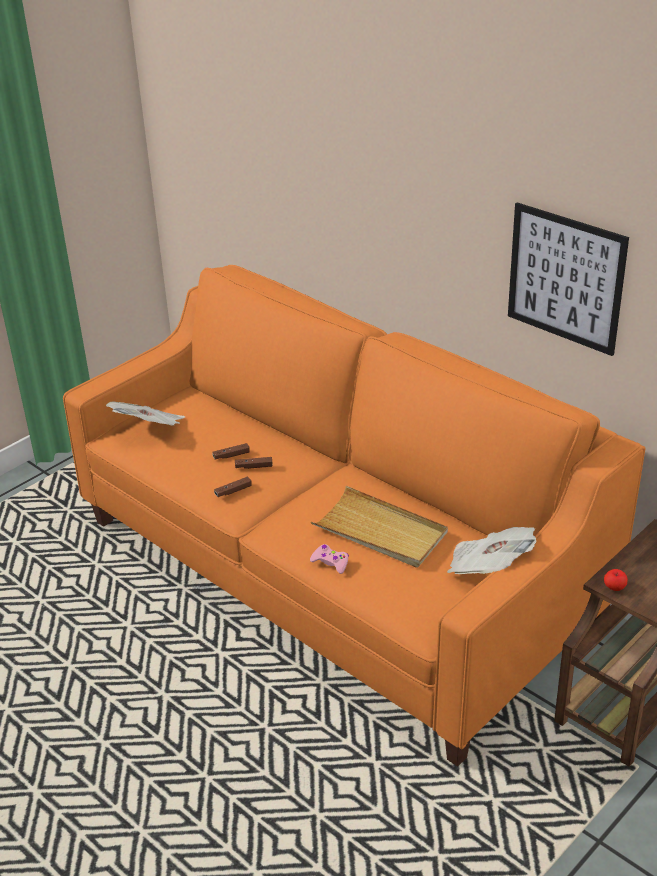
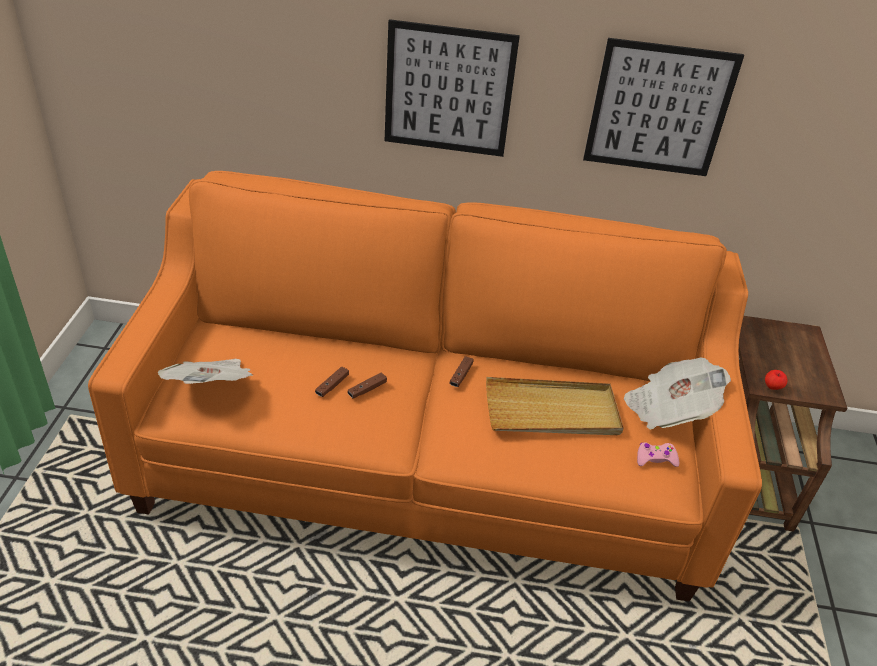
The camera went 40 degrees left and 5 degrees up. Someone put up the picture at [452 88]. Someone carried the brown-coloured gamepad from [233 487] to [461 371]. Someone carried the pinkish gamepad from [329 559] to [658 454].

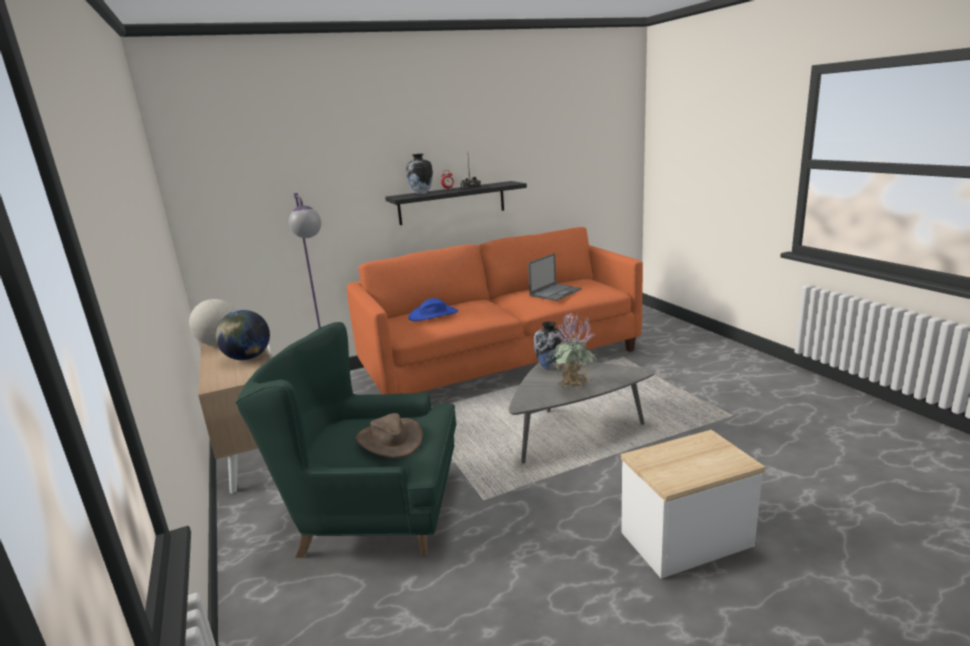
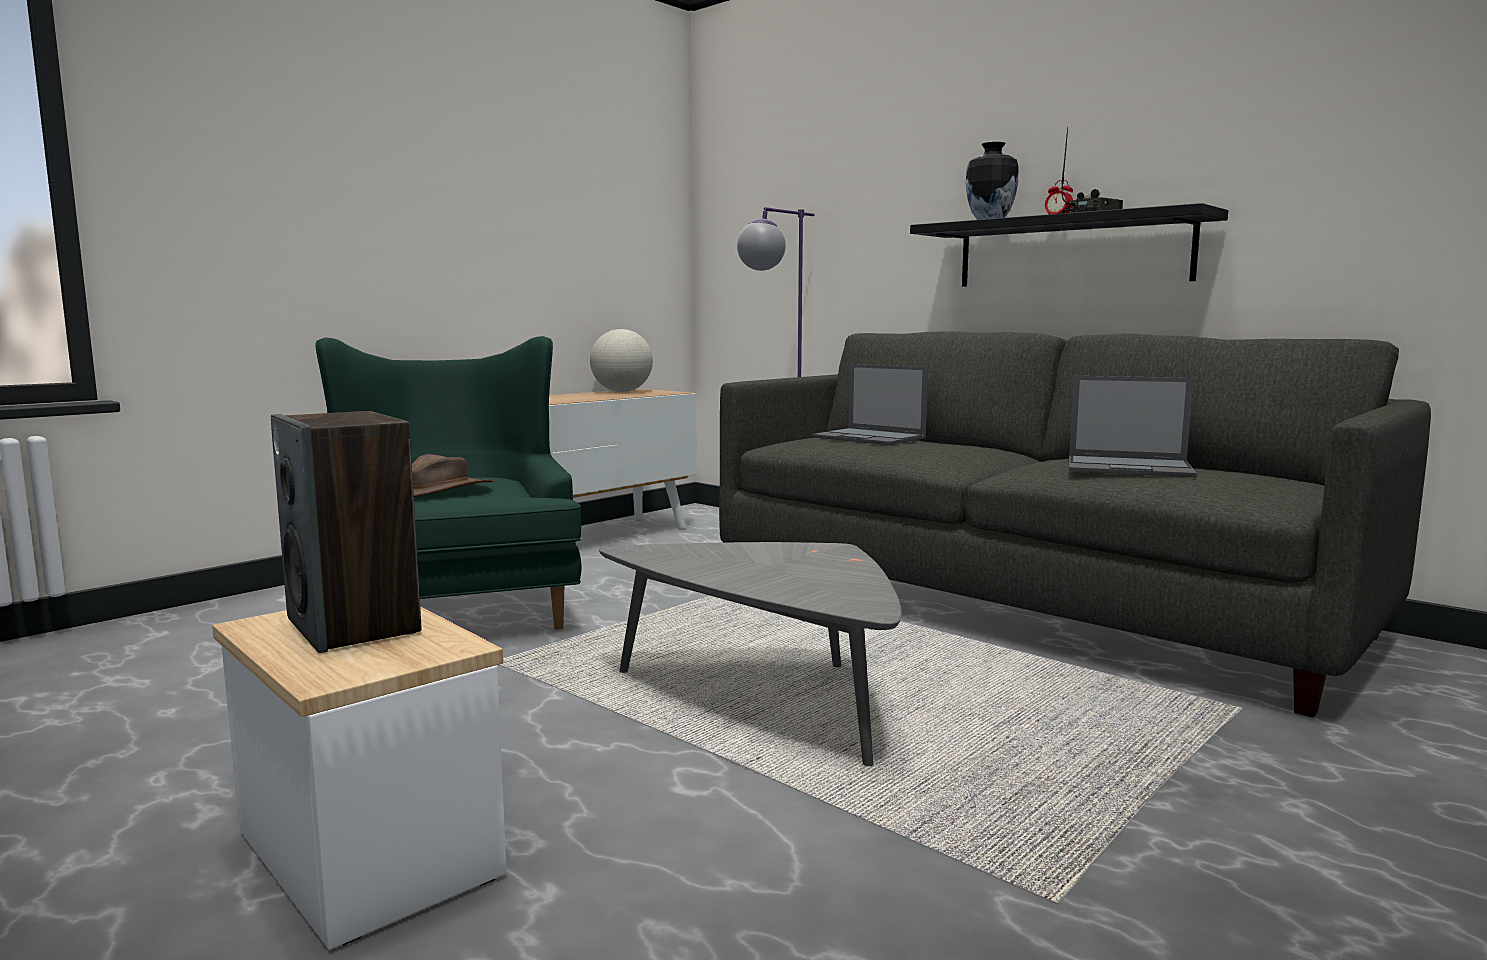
The camera went 65 degrees right and 10 degrees down. Someone took away the world globe at [242 335]. Someone took away the decorative vase at [549 345]. Someone took away the plant in a pot at [574 351]. Someone put down the audio speaker at [346 532]. Someone swapped the blue-coloured clothing hat at [433 309] for the laptop at [870 404]. Someone repainted the orangey settee at [495 310], which became the greyish settee at [1075 524].

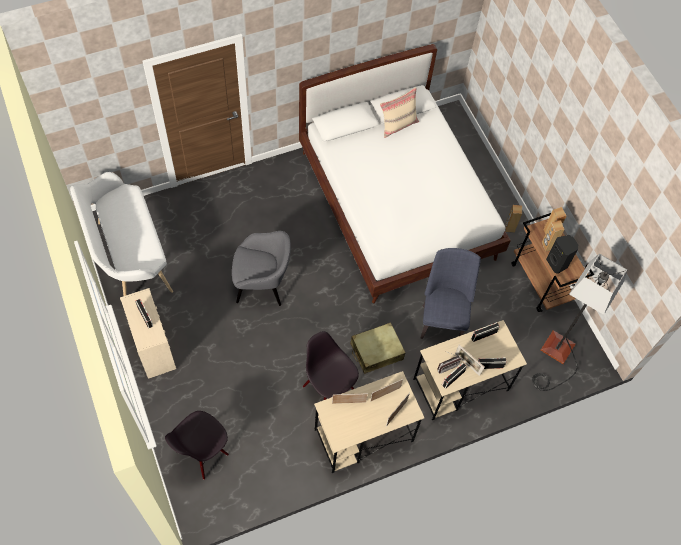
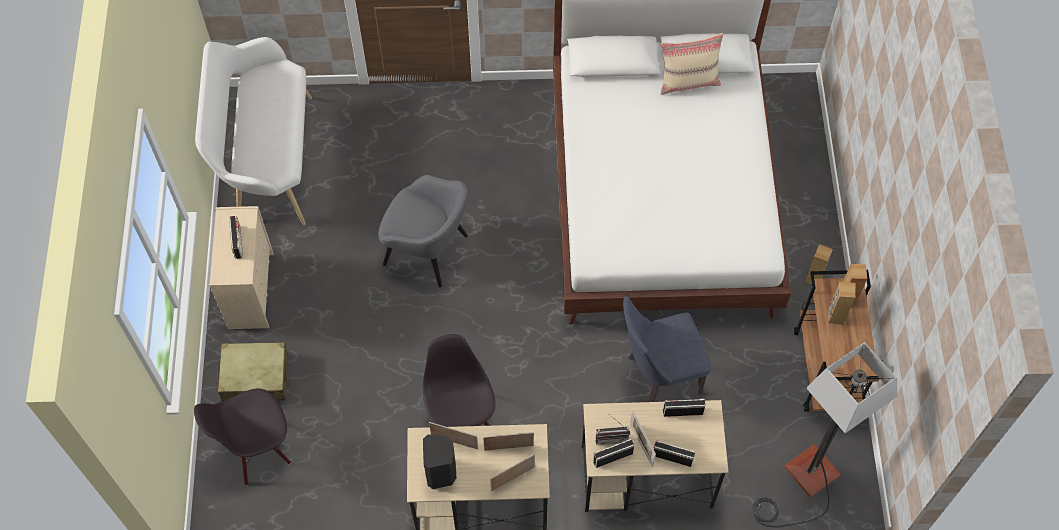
The camera went 25 degrees right and 0 degrees up. Someone carried the beige travel case from [378 348] to [252 371]. Someone carried the black audio speaker from [562 254] to [439 462]. Someone rotated the blue-coloured upright chair at [451 293] by 135 degrees counterclockwise.

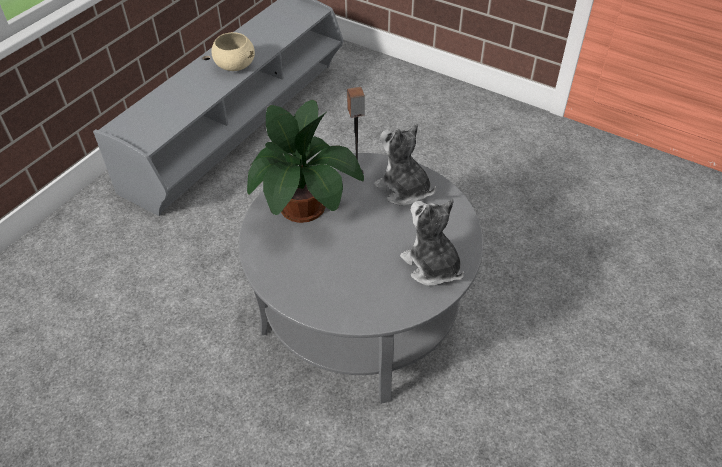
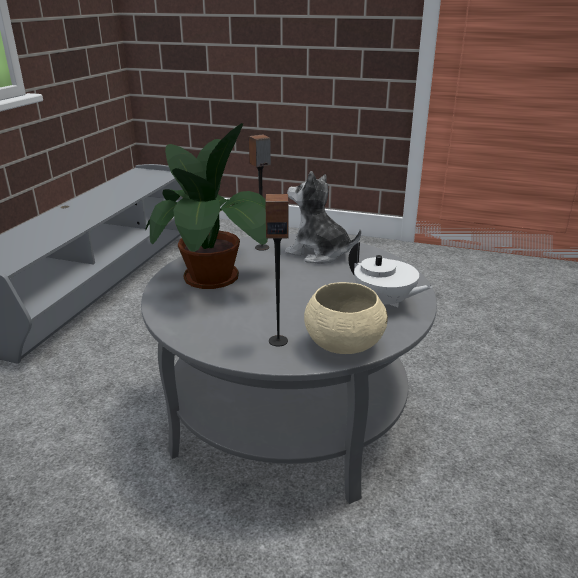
The camera went 15 degrees left and 20 degrees down. Someone put down the audio speaker at [277 270]. Someone carried the beige deep dish from [233 51] to [346 318]. Someone swapped the cuddly toy at [432 242] for the white-coloured tea pot at [391 274].

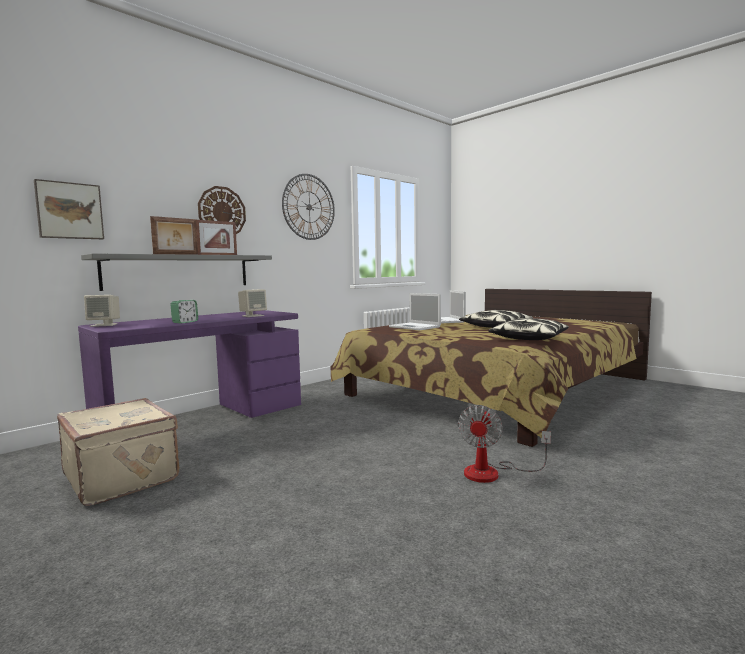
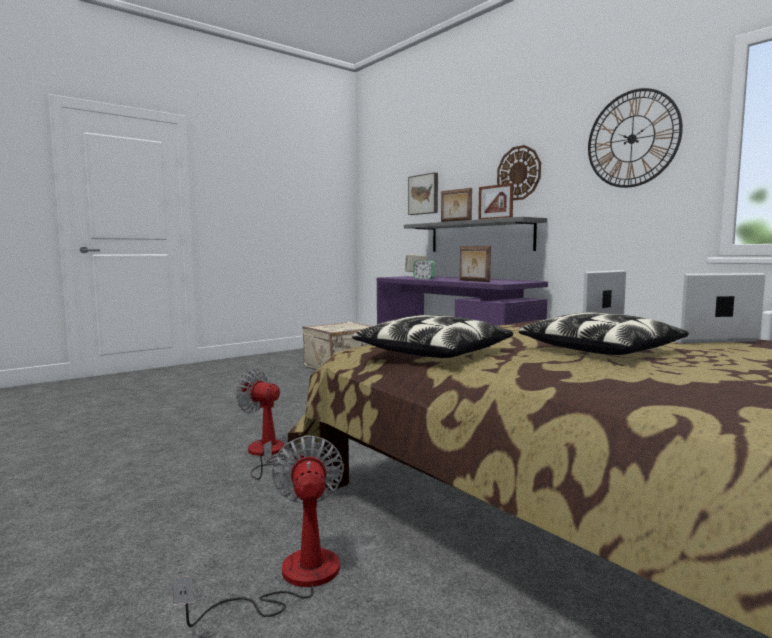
The camera went 95 degrees right and 0 degrees up. Someone put down the cooling fan at [258 531]. Someone swapped the beige audio speaker at [252 303] for the picture frame at [475 264].

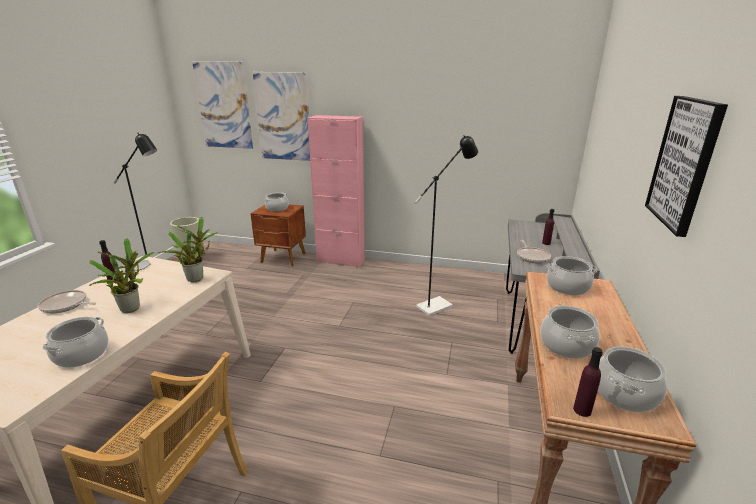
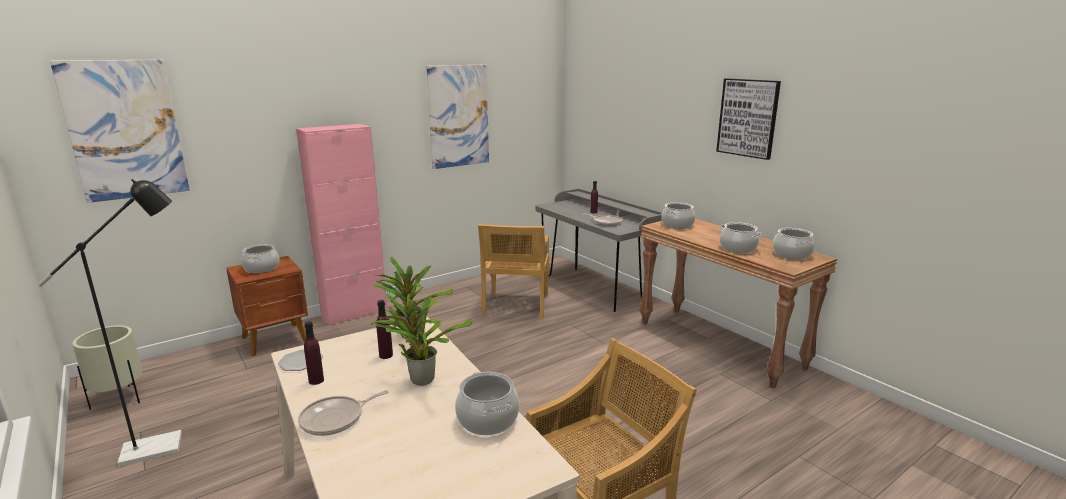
The camera went 50 degrees left and 5 degrees down. Someone carried the picture from [281 116] to [457 117]. Someone carried the purplish beverage bottle from [588 382] to [384 329]. Someone swapped the black floor lamp at [446 225] for the beige upright chair at [513 271].

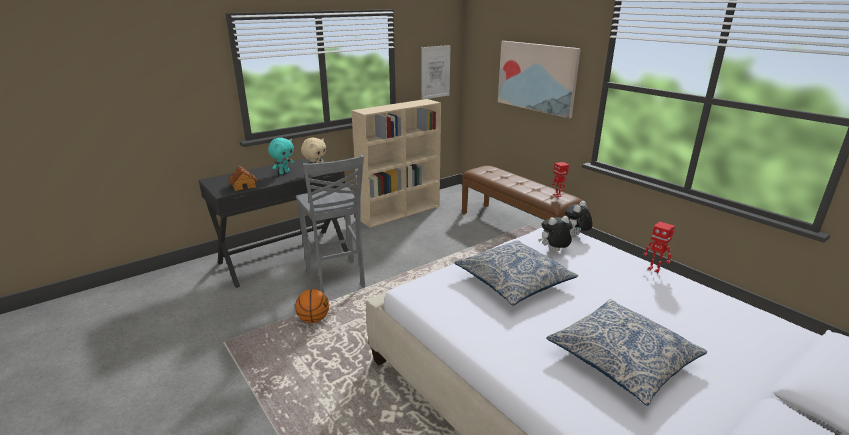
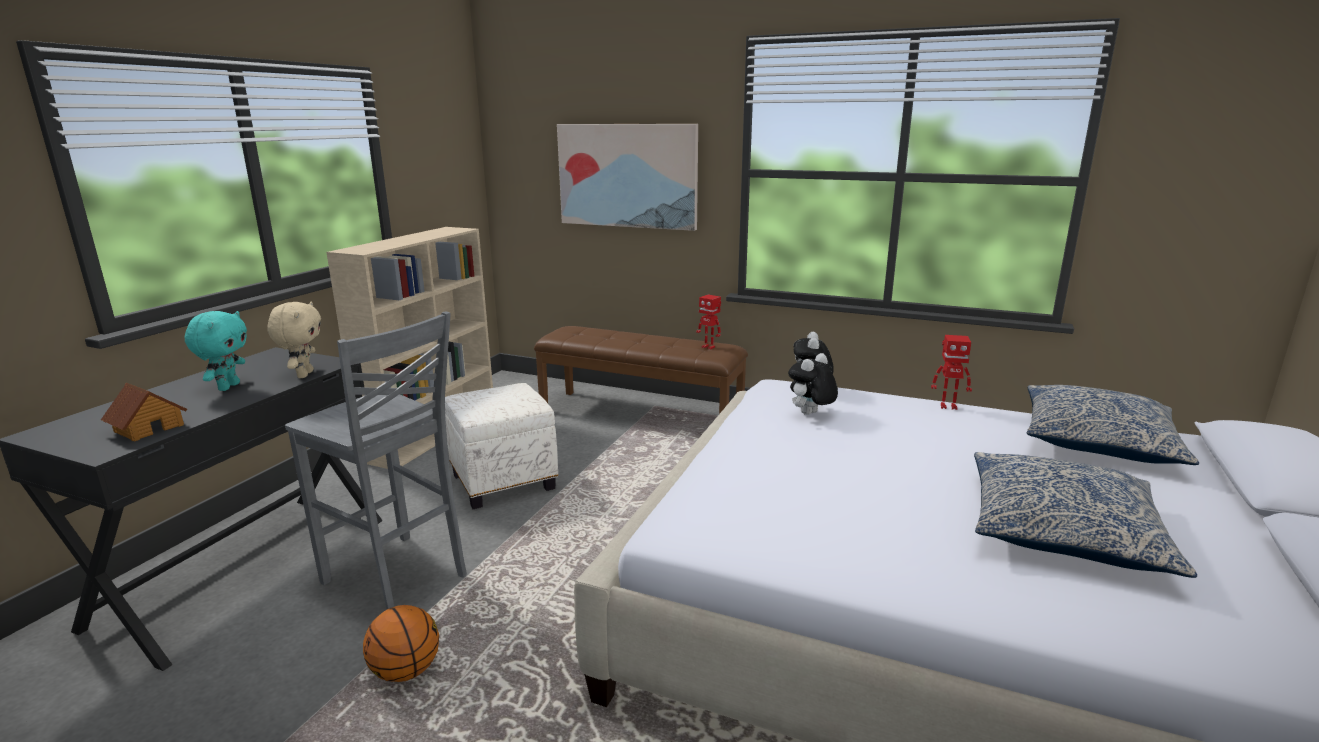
The camera went 30 degrees left and 5 degrees down. Someone took away the picture at [436 72]. Someone put down the white-coloured pouffe at [502 446]. Someone carried the pillow from [516 273] to [1113 425].

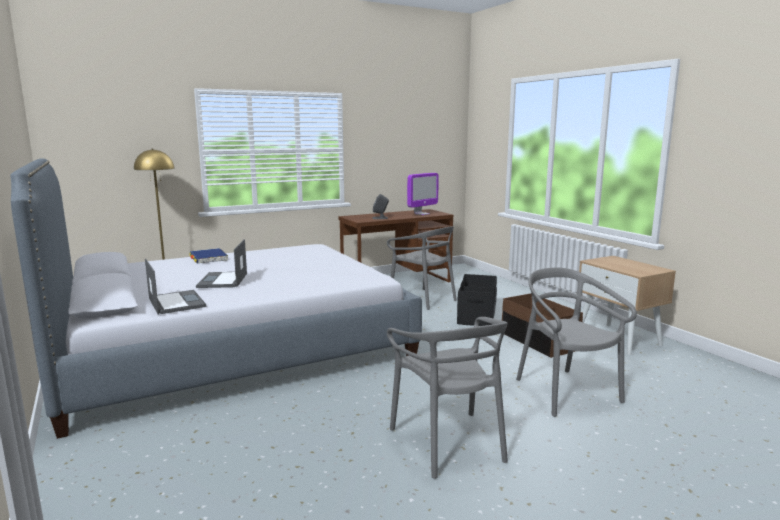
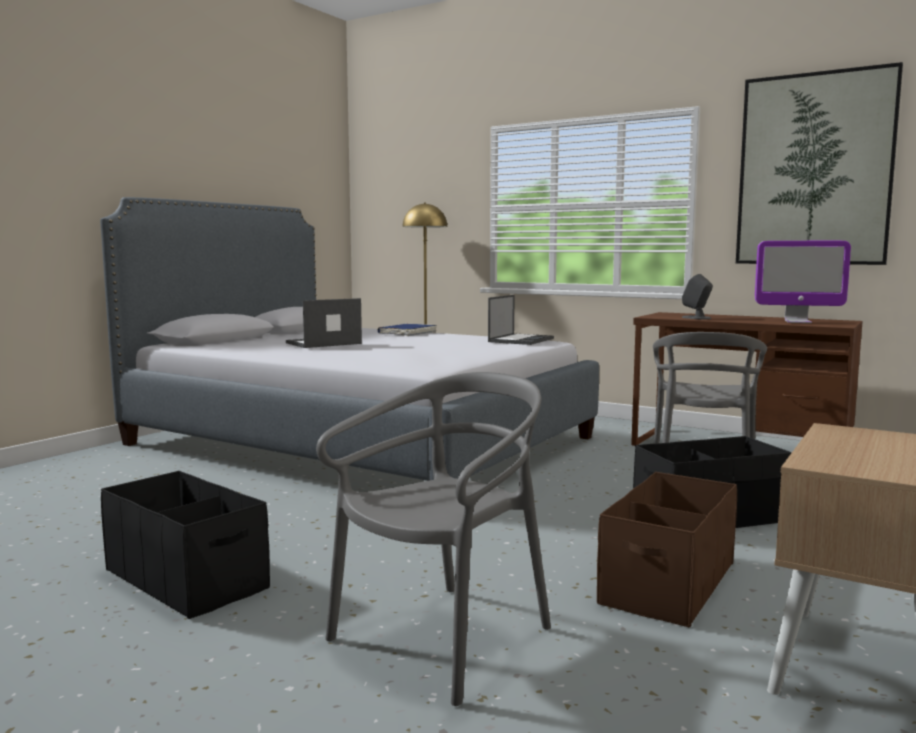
The camera went 60 degrees right and 5 degrees down. Someone put up the picture at [819 163]. Someone carried the laptop from [175 286] to [521 320]. Someone swapped the greyish upright chair at [447 398] for the black storage container at [185 545].

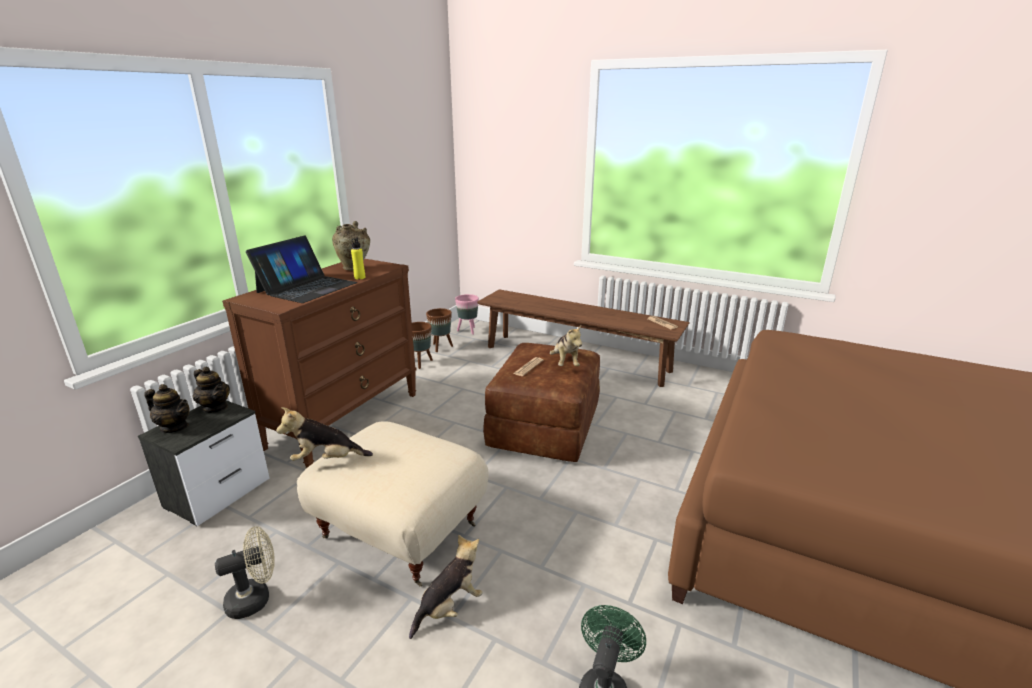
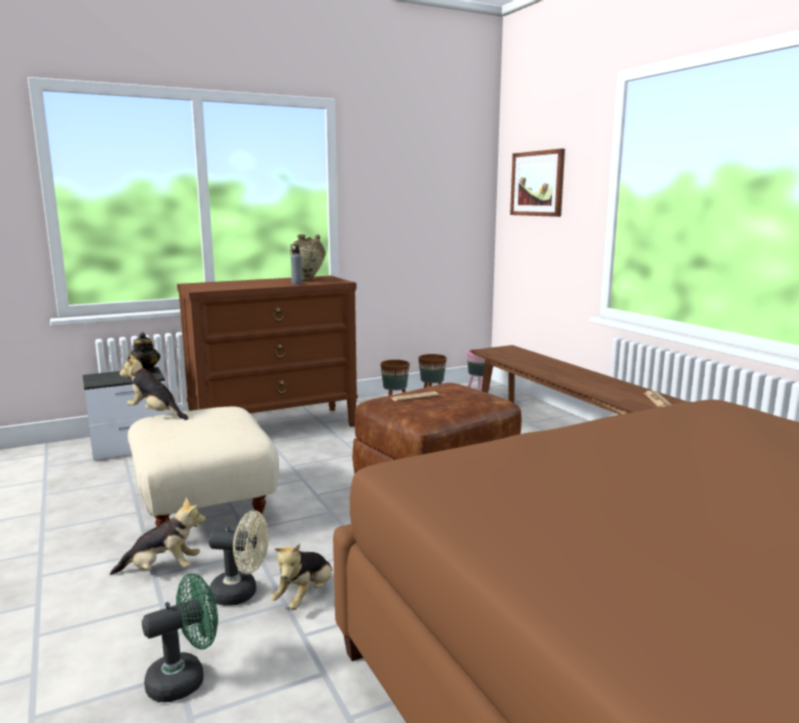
The camera went 35 degrees right and 10 degrees down. Someone took away the tea pot at [167 408]. Someone took away the laptop at [301 269]. Someone put up the picture at [537 183]. Someone carried the beige cooling fan from [245 572] to [238 558]. Someone carried the cuddly toy from [566 346] to [301 577]. Someone repainted the yellow-coloured beverage bottle at [358 258], which became the greyish beverage bottle at [296 264].

